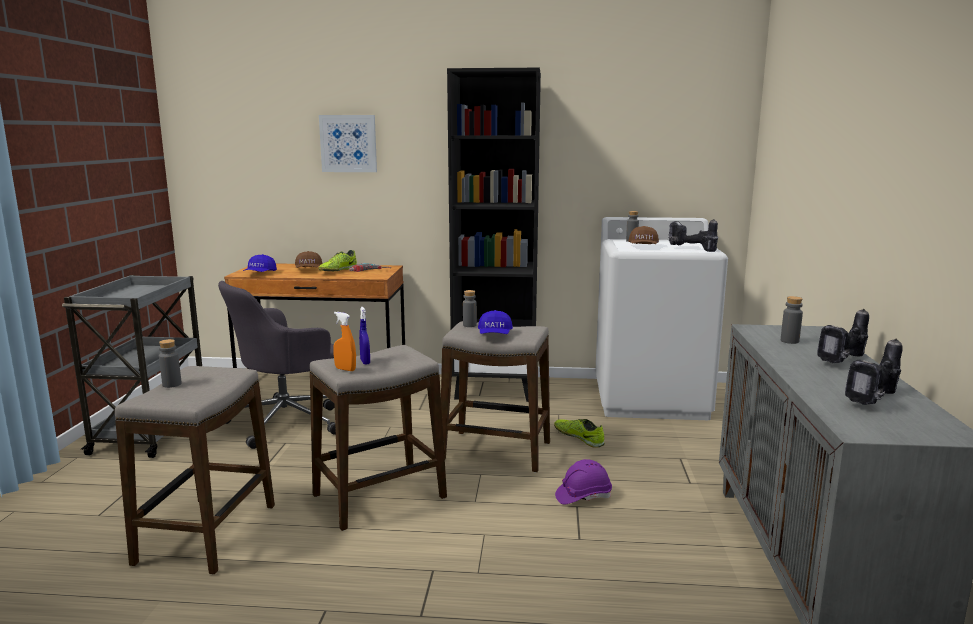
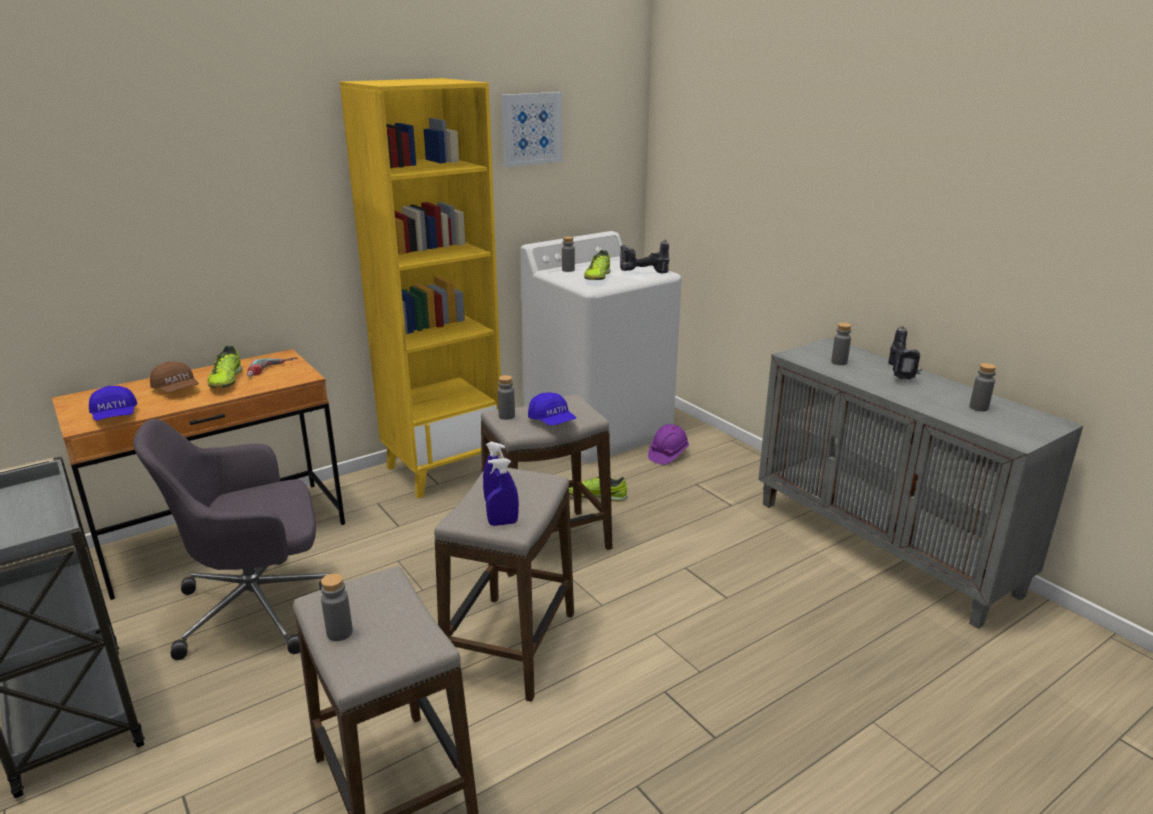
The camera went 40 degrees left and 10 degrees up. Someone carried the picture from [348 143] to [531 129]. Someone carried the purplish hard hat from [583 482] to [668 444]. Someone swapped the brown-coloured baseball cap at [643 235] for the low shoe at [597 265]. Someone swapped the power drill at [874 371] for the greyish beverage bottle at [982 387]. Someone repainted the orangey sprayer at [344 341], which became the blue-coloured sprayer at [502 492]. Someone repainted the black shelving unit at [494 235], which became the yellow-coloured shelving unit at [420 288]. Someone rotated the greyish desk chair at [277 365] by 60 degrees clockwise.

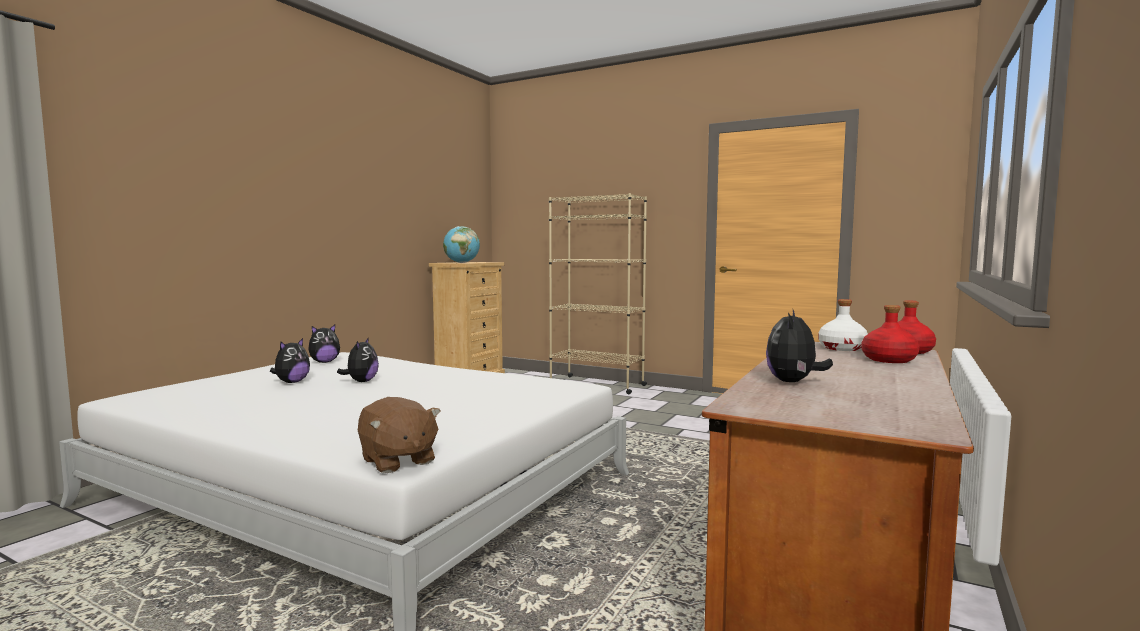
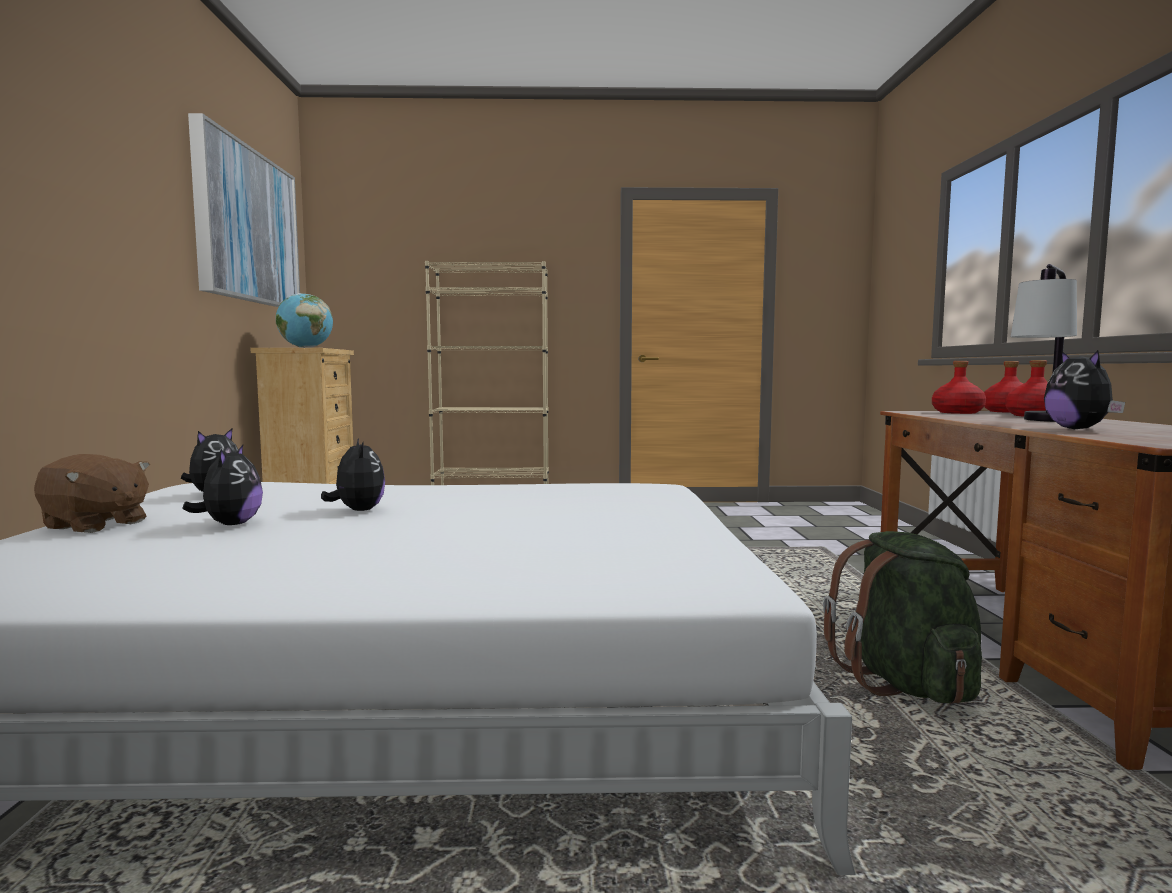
The camera went 30 degrees left and 0 degrees up. Someone put up the picture at [244 210]. Someone put down the greenish rucksack at [902 617]. Someone put down the tabletop lamp at [1044 343]. Someone carried the brown-coloured cuddly toy from [399 435] to [92 493]. Someone repainted the white-coloured beverage bottle at [843 325], which became the red-coloured beverage bottle at [959 387].

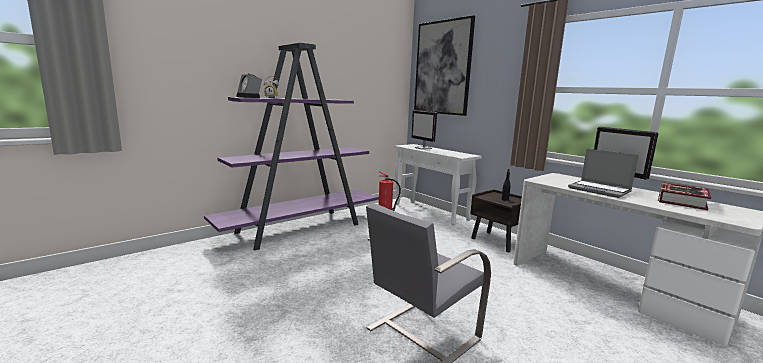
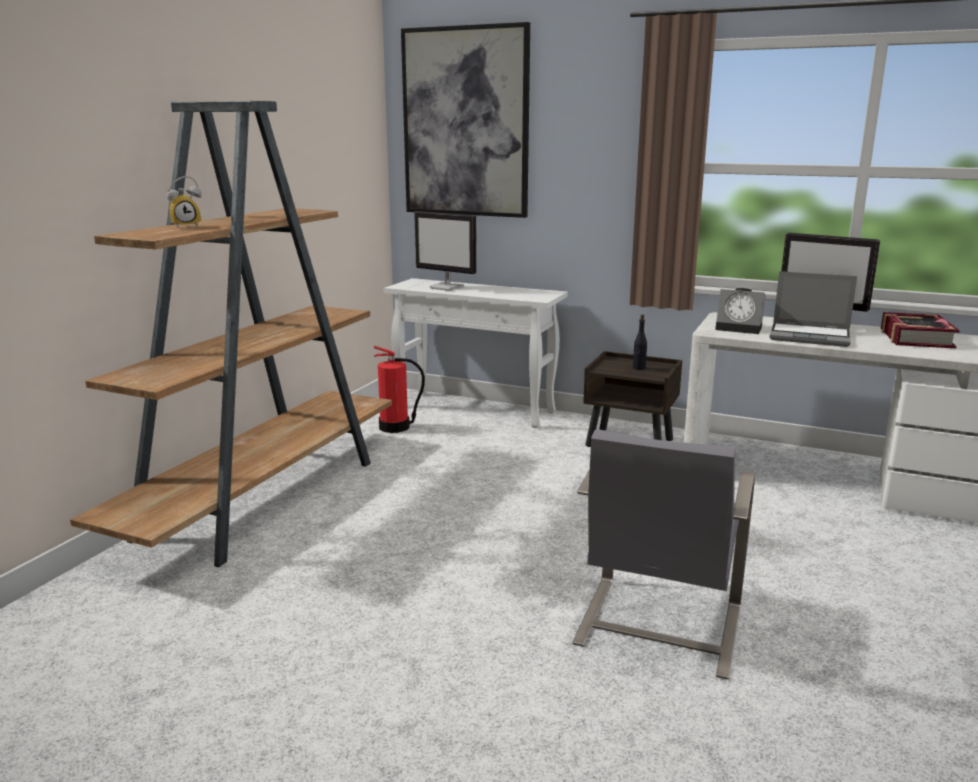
The camera went 25 degrees left and 5 degrees up. Someone carried the alarm clock from [249 85] to [740 311]. Someone repainted the purplish shelving unit at [291 147], which became the brown-coloured shelving unit at [231 334].

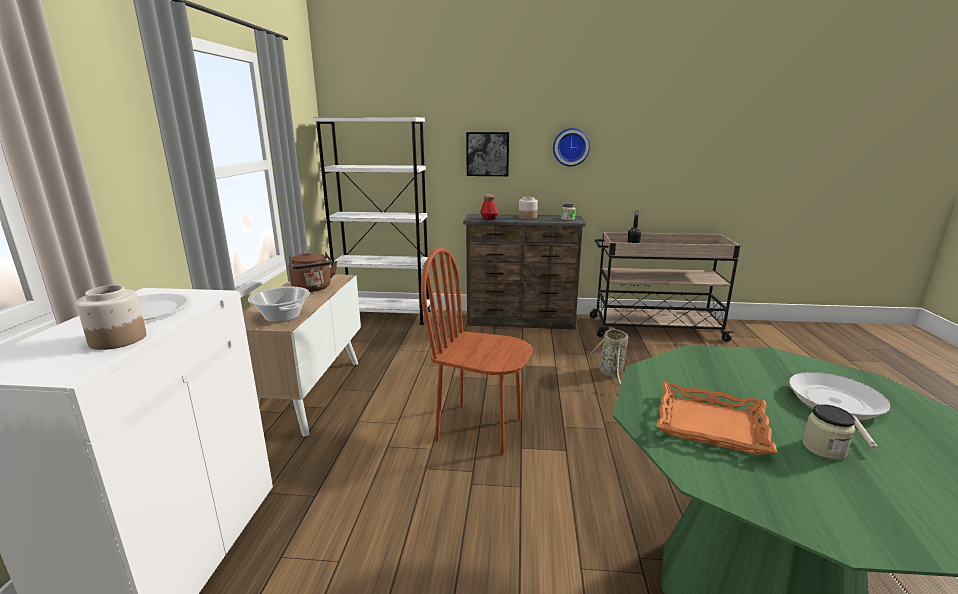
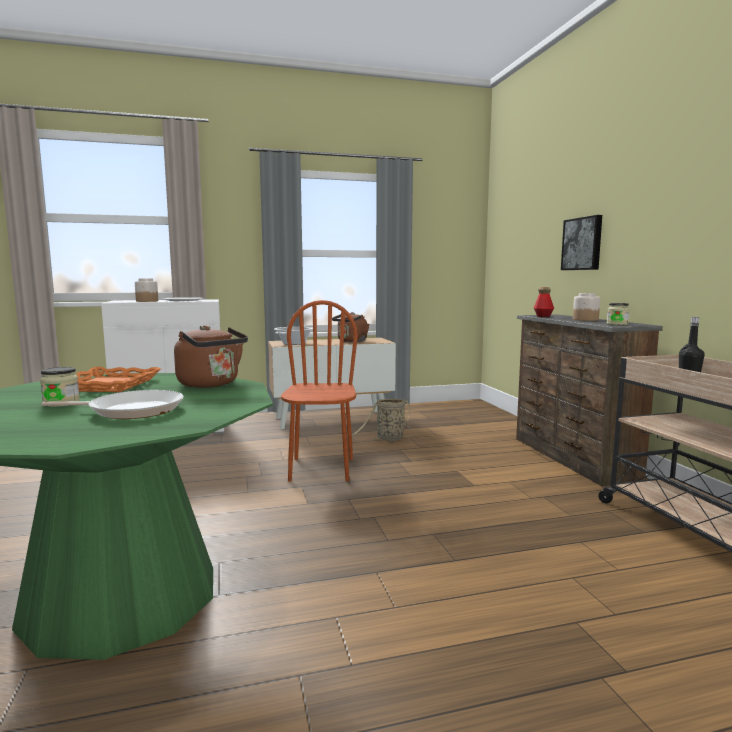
The camera went 70 degrees right and 10 degrees down. Someone took away the white-coloured shelving unit at [372 221]. Someone took away the clock on the wall at [571 147]. Someone put down the brown-coloured kettle at [211 356]. Someone carried the household basket from [609 356] to [384 420].

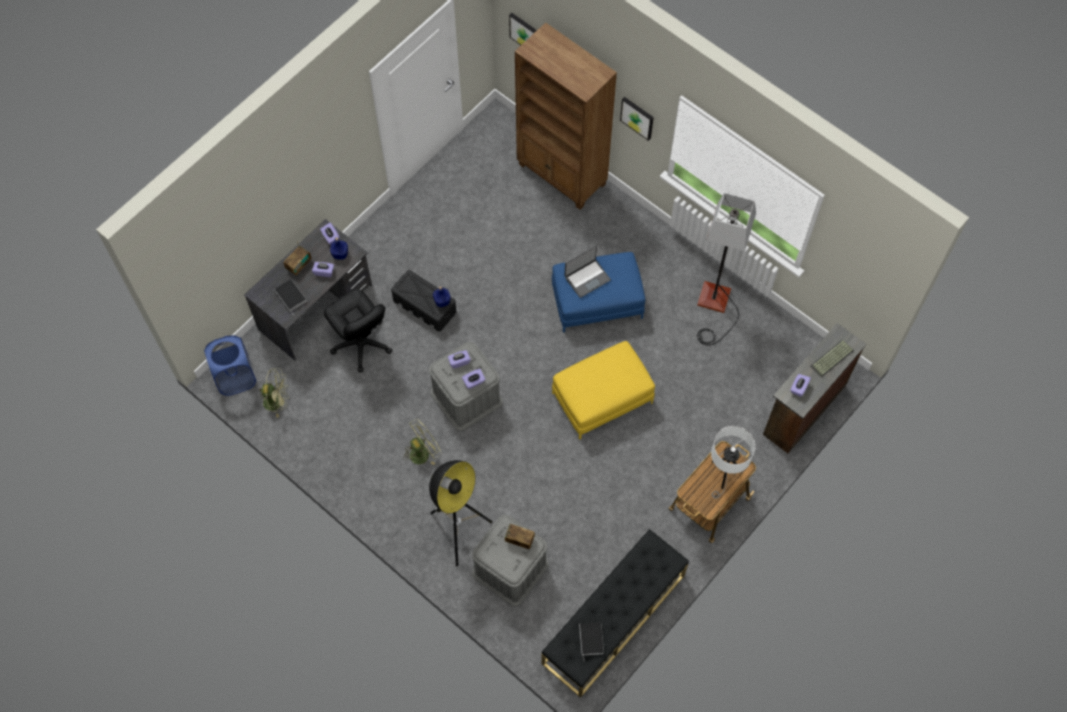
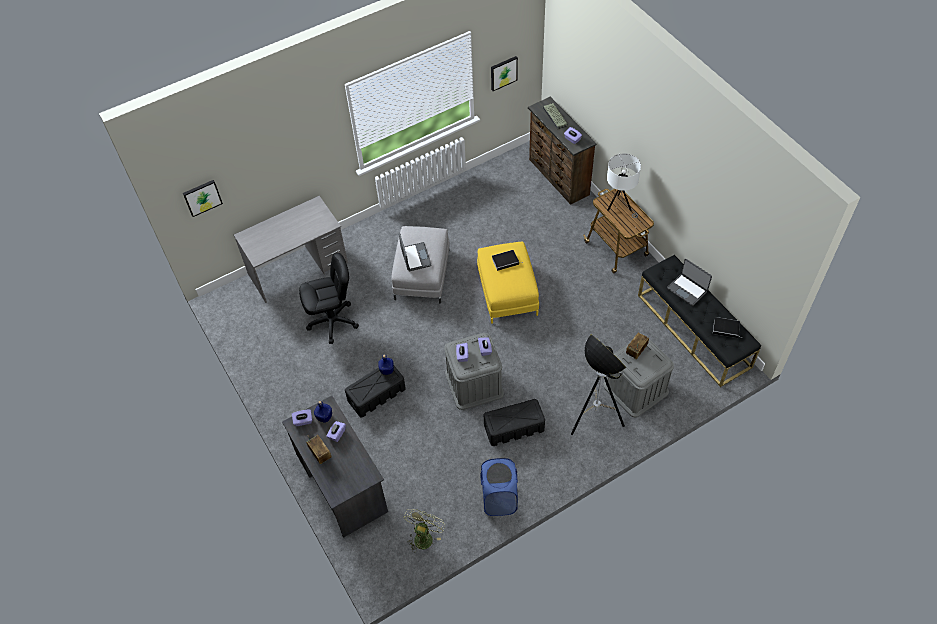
The camera went 70 degrees left and 10 degrees down. Someone took away the floor lamp at [726 269]. Someone put down the laptop at [689 282]. Someone carried the blue-coloured laundry basket from [230 365] to [499 487]. Someone carried the bound book from [290 297] to [507 260]. Someone carried the black desk chair from [358 331] to [329 298]. Someone carried the picture from [637 119] to [504 73]. Someone swapped the greenish cooling fan at [422 442] for the black storage container at [514 422]. Someone swapped the brown-coloured shelving unit at [566 116] for the greyish desk table at [291 249]. Someone repainted the blue-coloured pouffe at [598 292], which became the greyish pouffe at [420 264].

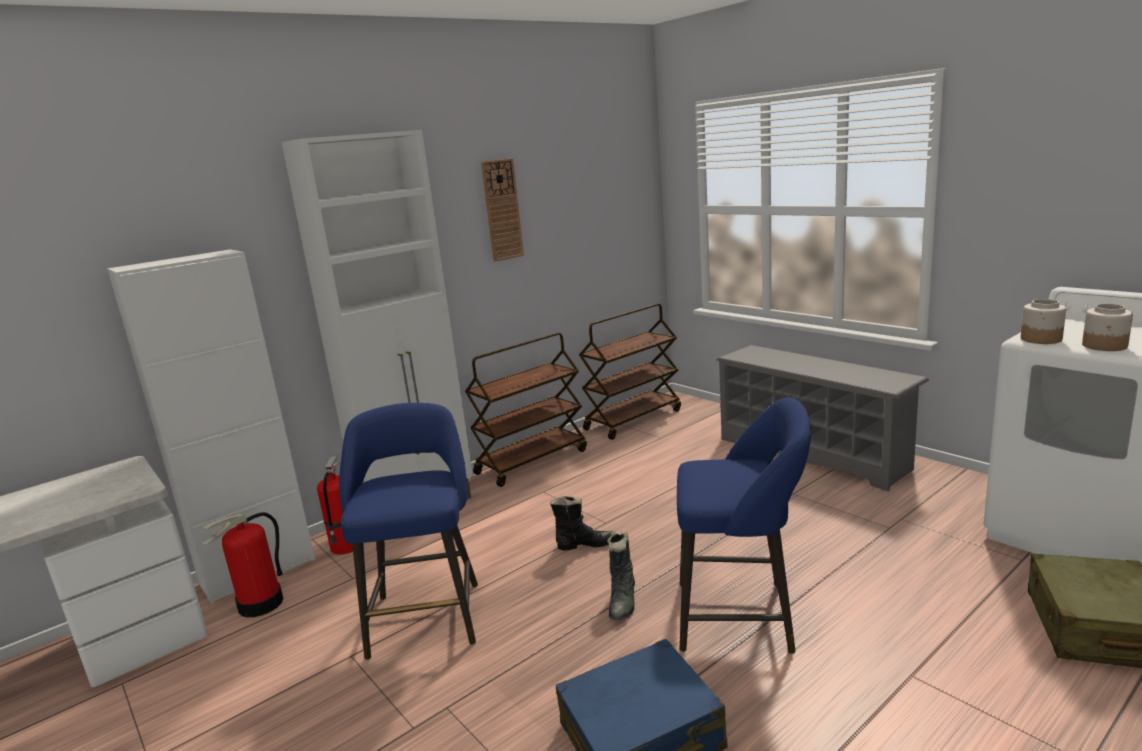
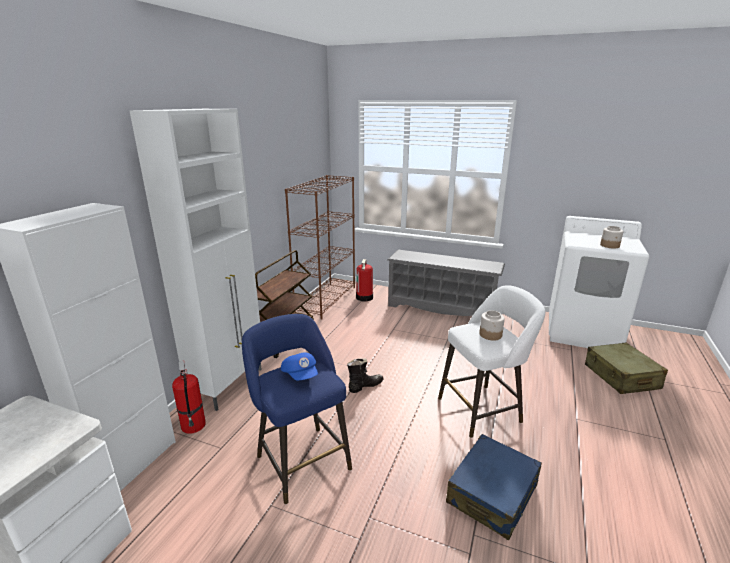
The camera went 30 degrees left and 5 degrees up. Someone took away the clock on the wall at [502 210]. Someone took away the black tall boot at [621 576]. Someone put down the blue-coloured baseball cap at [299 366]. Someone carried the fire extinguisher from [242 564] to [364 280]. Someone carried the jar from [1043 321] to [492 325]. Someone swapped the brown-coloured wheeled cart at [630 372] for the brown-coloured shelving unit at [320 247]. Someone repainted the blue-coloured sitting stool at [744 526], which became the white-coloured sitting stool at [491 361].

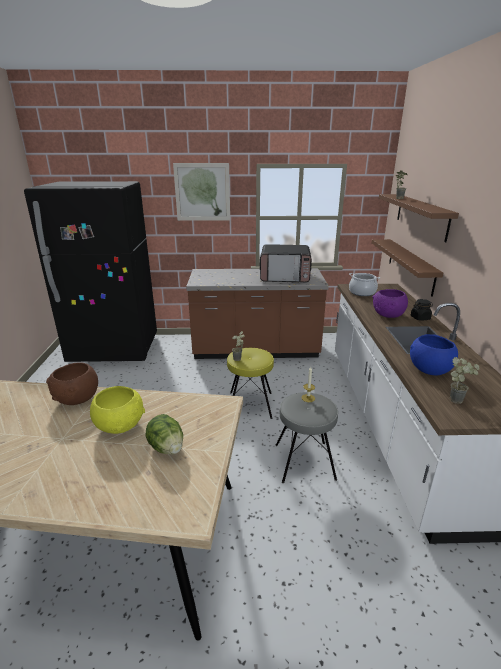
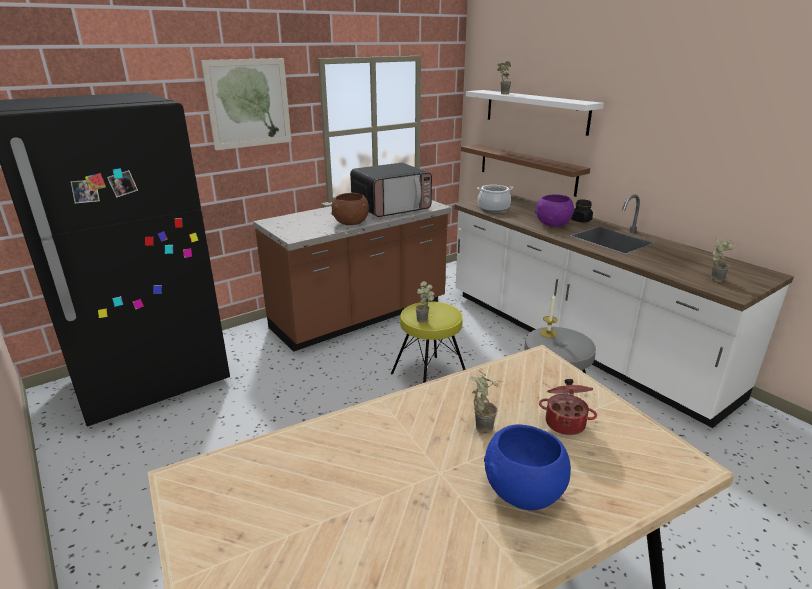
The camera went 35 degrees left and 0 degrees up. Someone carried the brown-coloured deep dish from [72 383] to [350 209]. Someone carried the blue-coloured deep dish from [434 354] to [527 467]. Someone swapped the yellow-coloured deep dish at [117 410] for the plant in a pot at [484 402]. Someone swapped the head of lettuce at [164 434] for the cooking pot at [568 407]. Someone repainted the brown-coloured wall shelf at [419 218], which became the white-coloured wall shelf at [535 113].

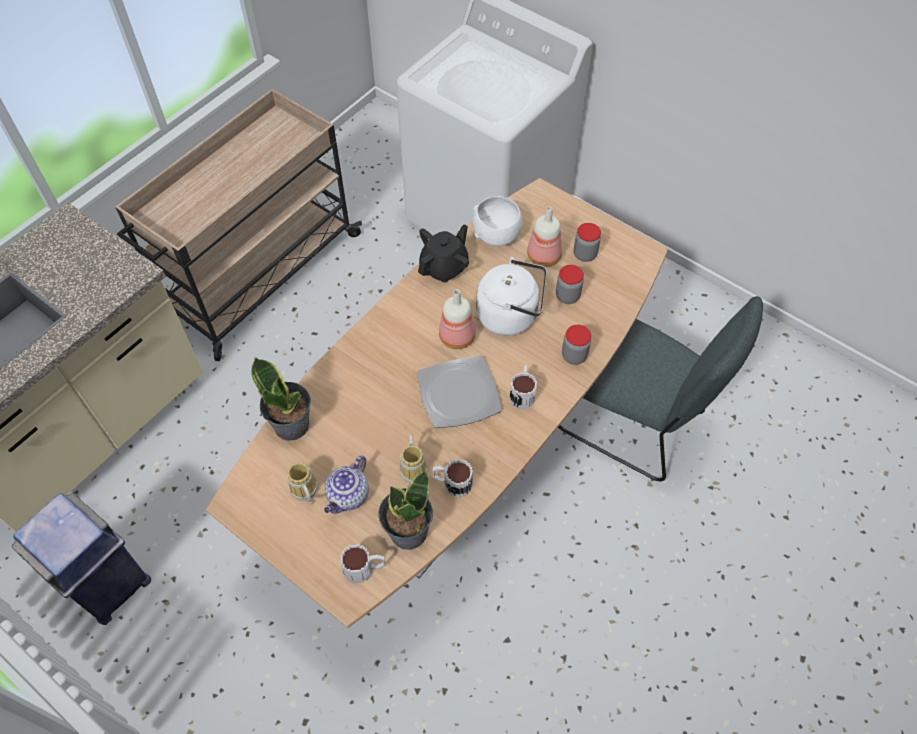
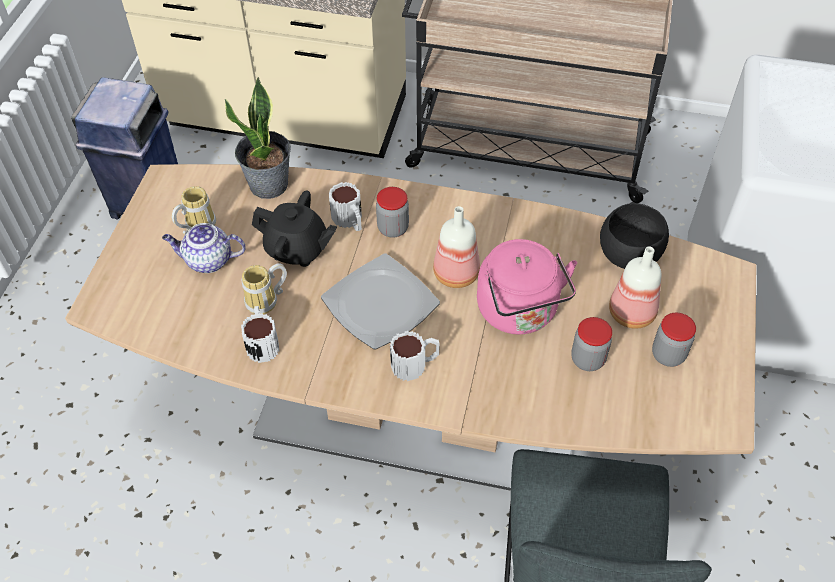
The camera went 65 degrees right and 5 degrees down. Someone took away the plant in a pot at [405 510]. Someone carried the tea mug from [363 563] to [345 206]. Someone carried the black tea pot from [443 253] to [294 229]. Someone carried the jar from [576 345] to [392 212]. Someone repainted the white-coloured deep dish at [498 221], which became the black deep dish at [634 235]. Someone repainted the white-coloured kettle at [511 296], which became the pinkish kettle at [527 287].

